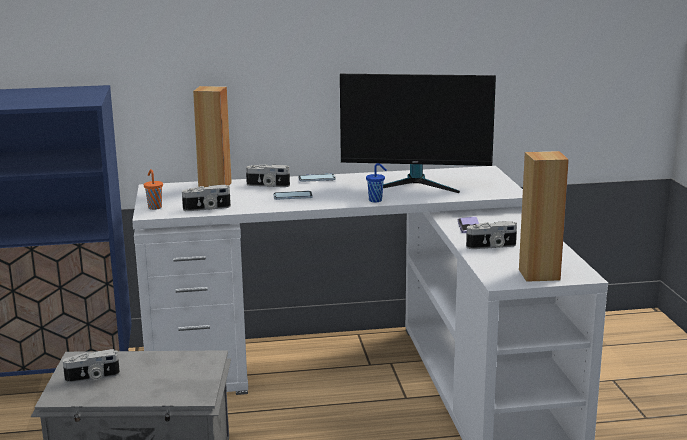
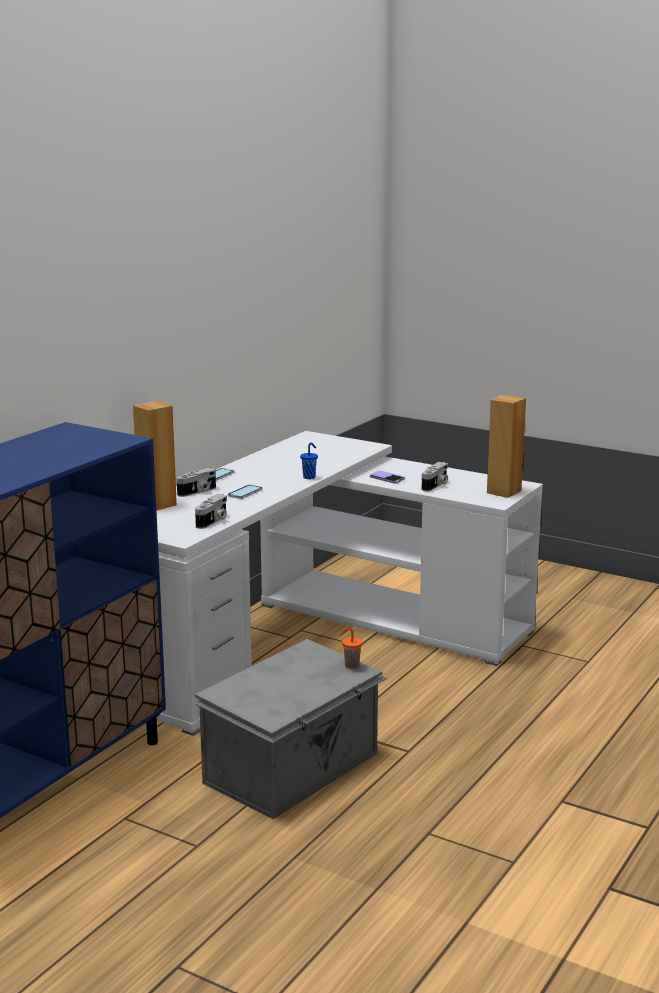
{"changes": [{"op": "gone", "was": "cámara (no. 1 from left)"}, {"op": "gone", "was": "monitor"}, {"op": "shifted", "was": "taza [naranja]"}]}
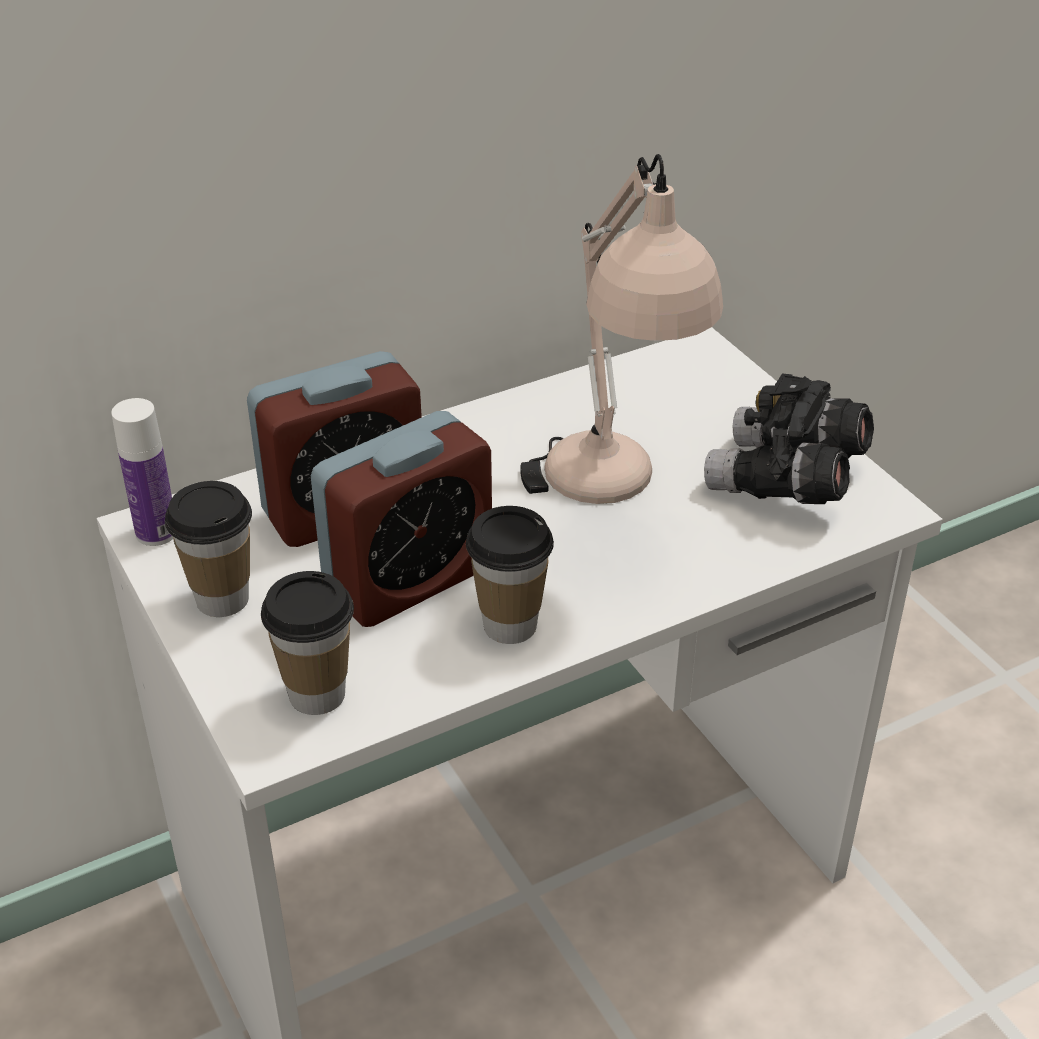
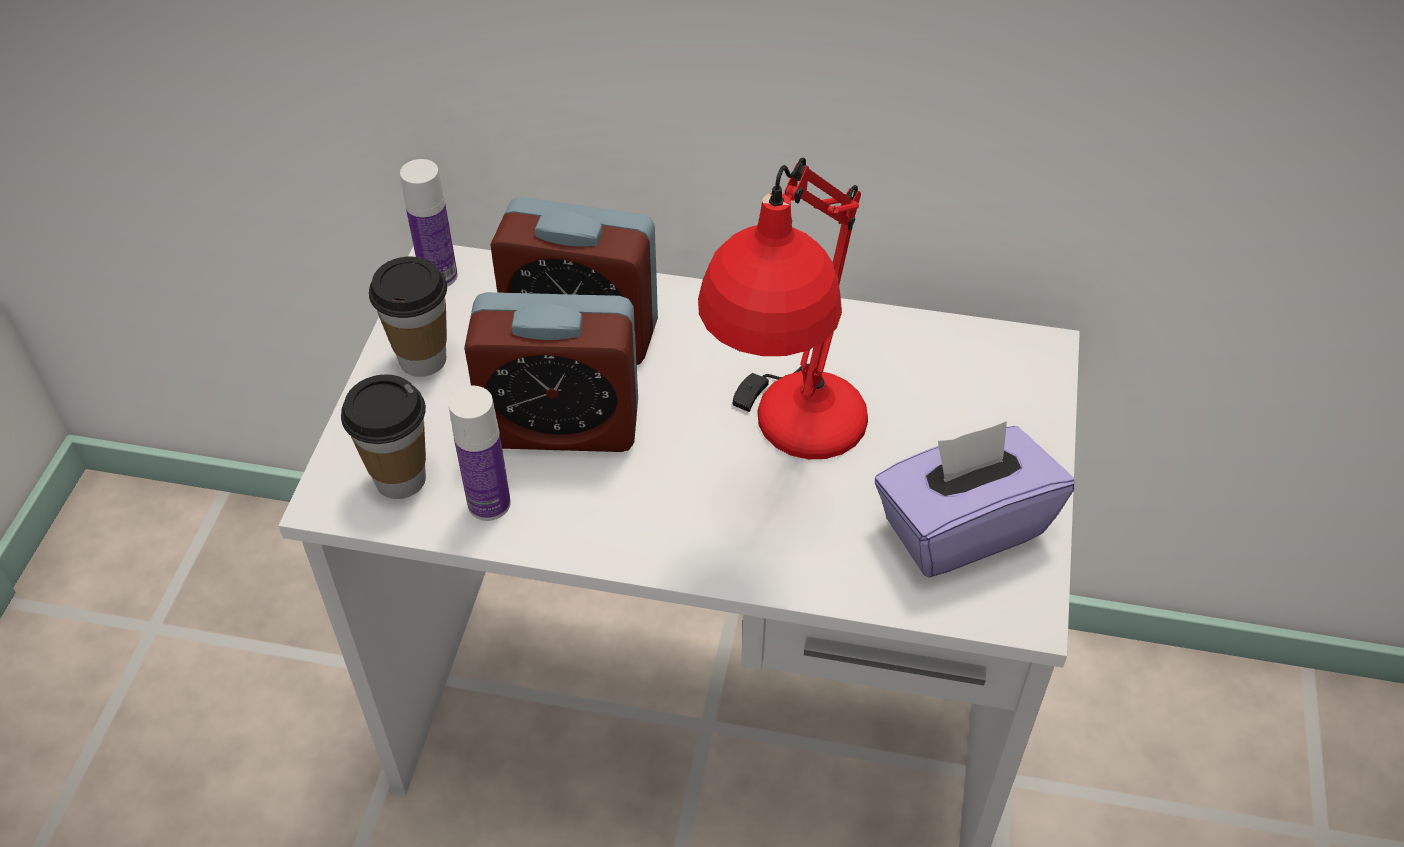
{"changes": [{"op": "gone", "was": "taza (no. 3 from left)"}, {"op": "new", "now": "botella (no. 2 from left)"}, {"op": "swapped", "was": "prismáticos [negro]", "now": "caja de pañuelos [morado]"}, {"op": "repainted", "was": "lámpara de mesa [beis]", "now": "lámpara de mesa [rojo]"}]}
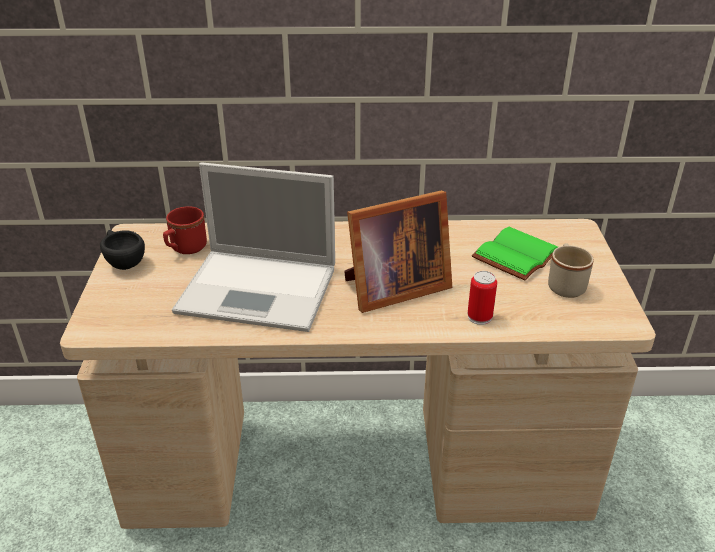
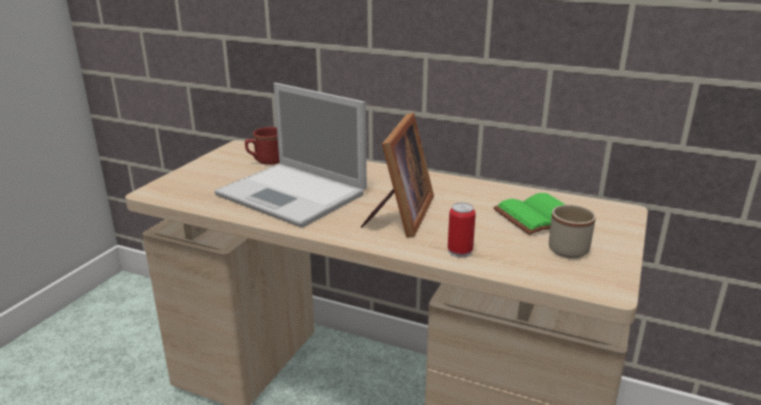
{"changes": [{"op": "gone", "was": "taza [negro]"}, {"op": "rotated", "was": "portarretratos", "clockwise": -75}]}
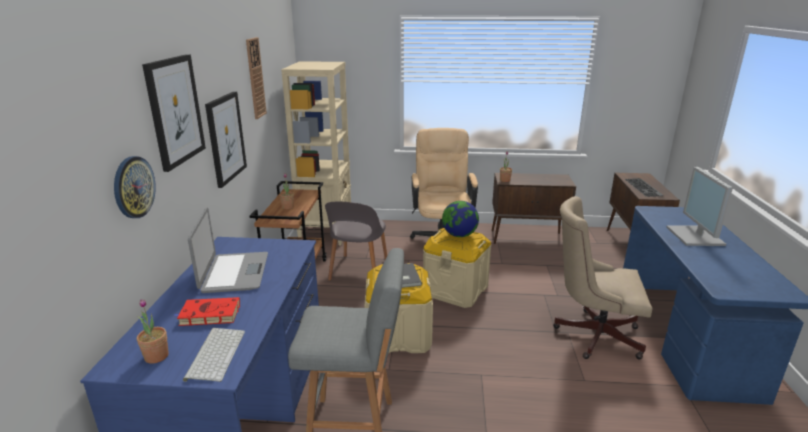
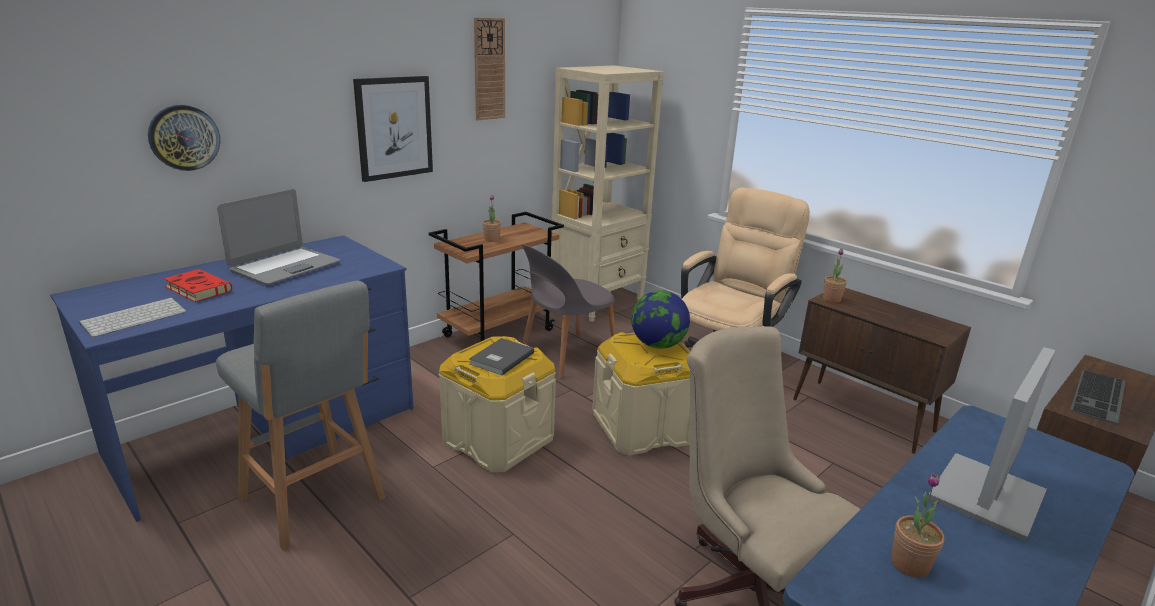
{"changes": [{"op": "gone", "was": "cuadro (no. 1 from left)"}, {"op": "shifted", "was": "planta en maceta (no. 1 from left in the first image)", "now": "planta en maceta (no. 3 from left)"}]}
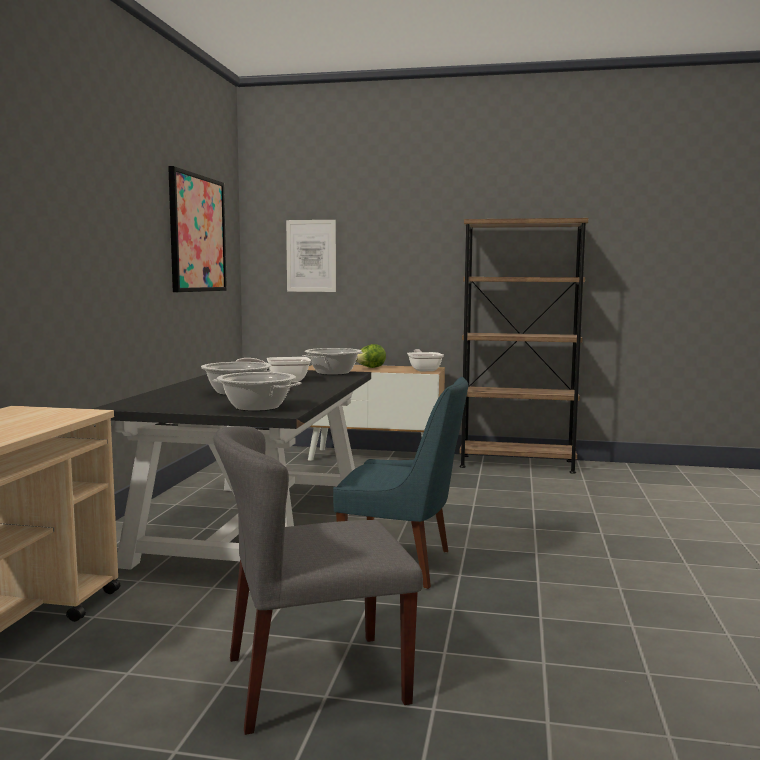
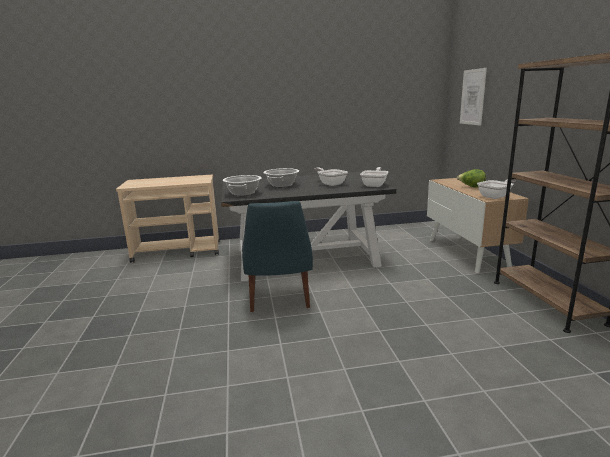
{"changes": [{"op": "gone", "was": "cuadro (no. 1 from left)"}, {"op": "gone", "was": "silla [gris]"}, {"op": "swapped", "was": "olla (no. 3 from left)", "now": "sartén (no. 2 from left)"}]}
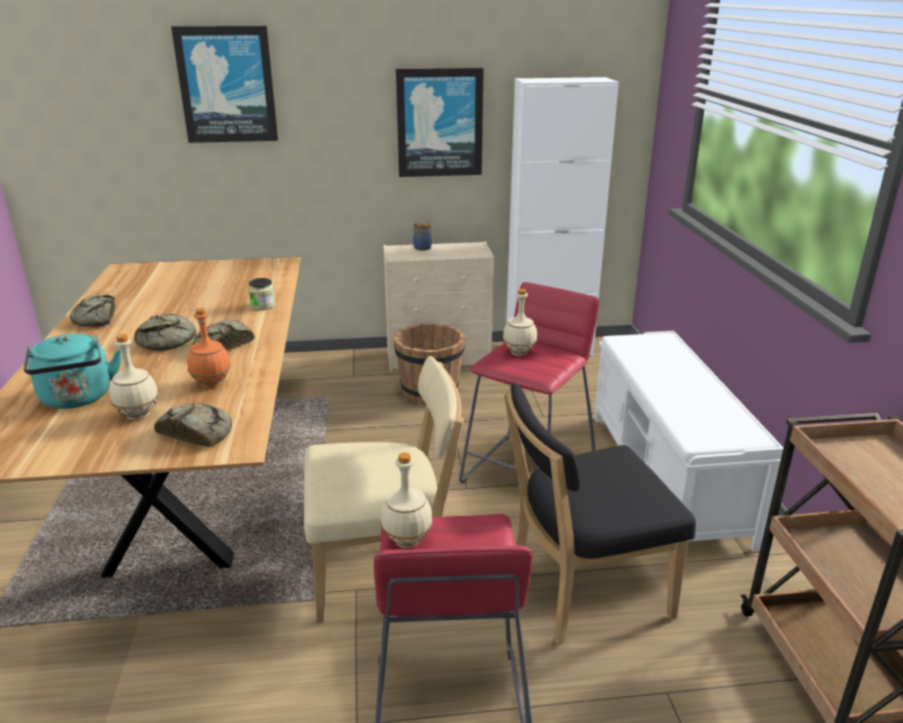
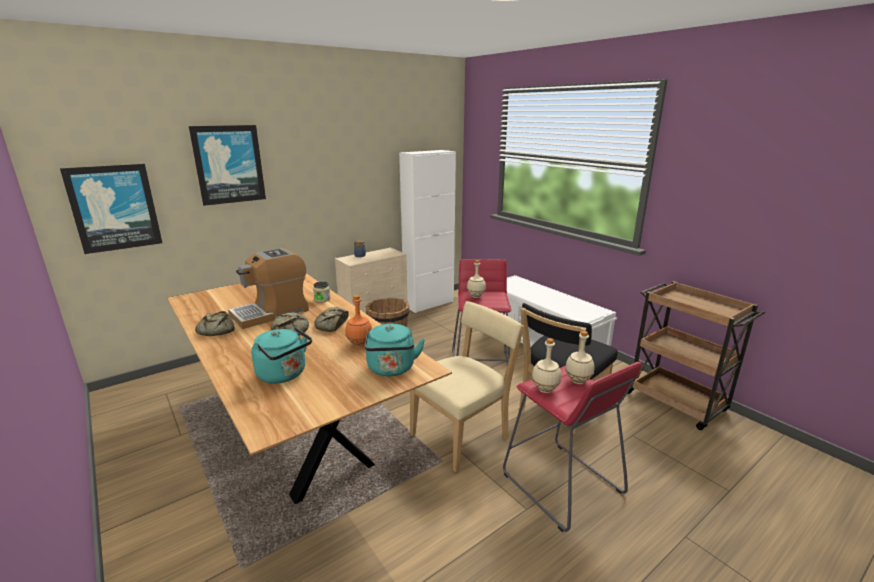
{"changes": [{"op": "new", "now": "cafetera"}, {"op": "shifted", "was": "botella [beis] (no. 1 from left in the first image)", "now": "botella [beis] (no. 3 from left)"}, {"op": "shifted", "was": "cuadro (no. 2 from left in the first image)", "now": "cuadro (no. 1 from left)"}, {"op": "swapped", "was": "pan (no. 3 from left)", "now": "hervidor [turquesa] (no. 2 from left)"}]}
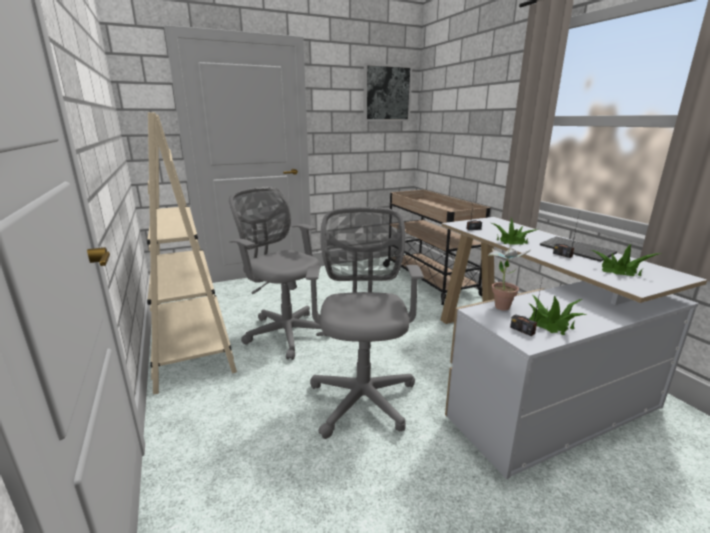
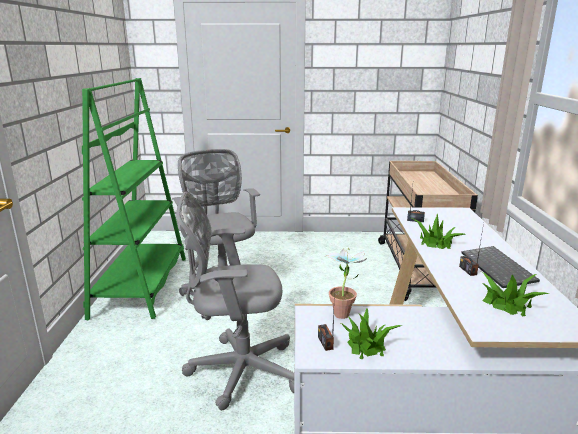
{"changes": [{"op": "gone", "was": "cuadro"}, {"op": "repainted", "was": "estantería [beis]", "now": "estantería [verde]"}, {"op": "rotated", "was": "silla de oficina [gris] (no. 2 from left)", "clockwise": -120}]}
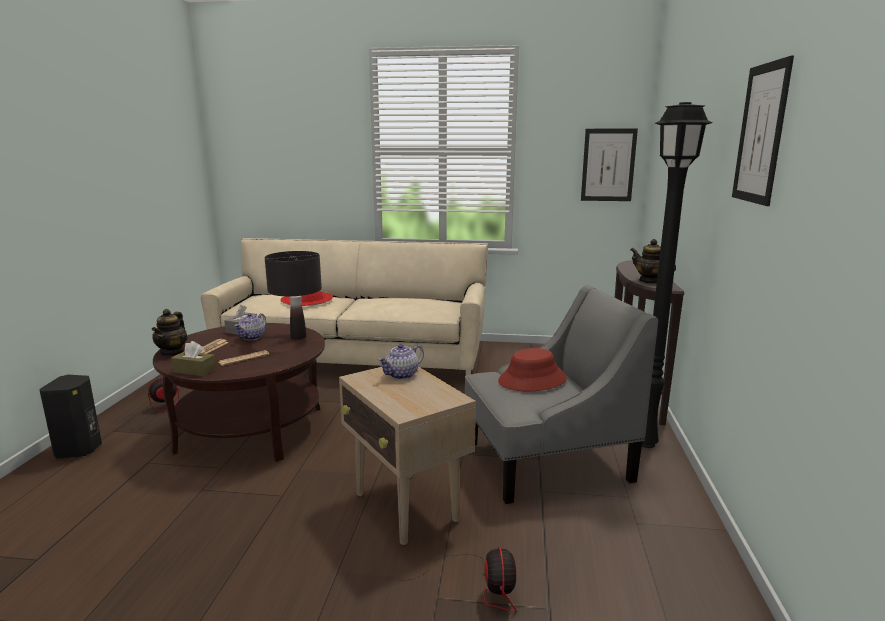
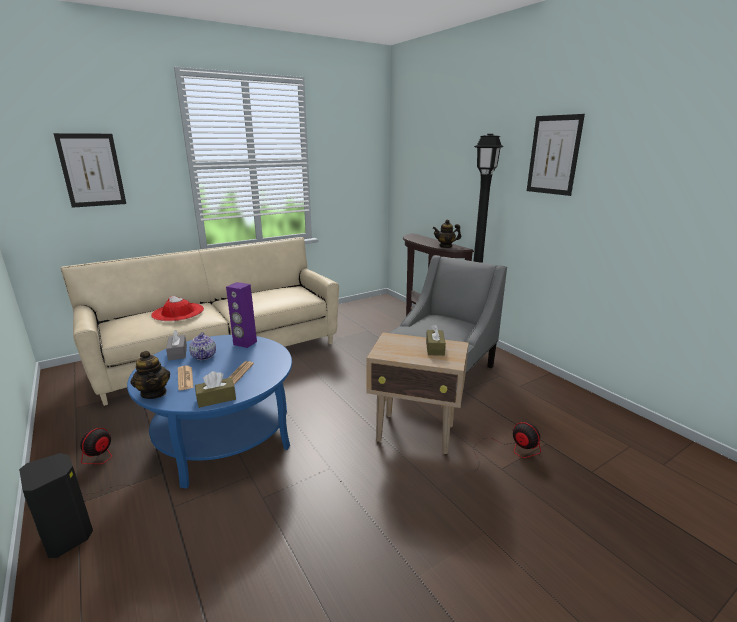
{"changes": [{"op": "gone", "was": "tetera (no. 3 from left)"}, {"op": "gone", "was": "sombrero [rojo] (no. 2 from left)"}, {"op": "new", "now": "caja de pañuelos [marrón] (no. 2 from left)"}, {"op": "shifted", "was": "cuadro (no. 1 from left)"}, {"op": "swapped", "was": "lámpara de mesa [negro]", "now": "altavoz [morado]"}, {"op": "repainted", "was": "mesa de centro [marrón]", "now": "mesa de centro [azul]"}]}
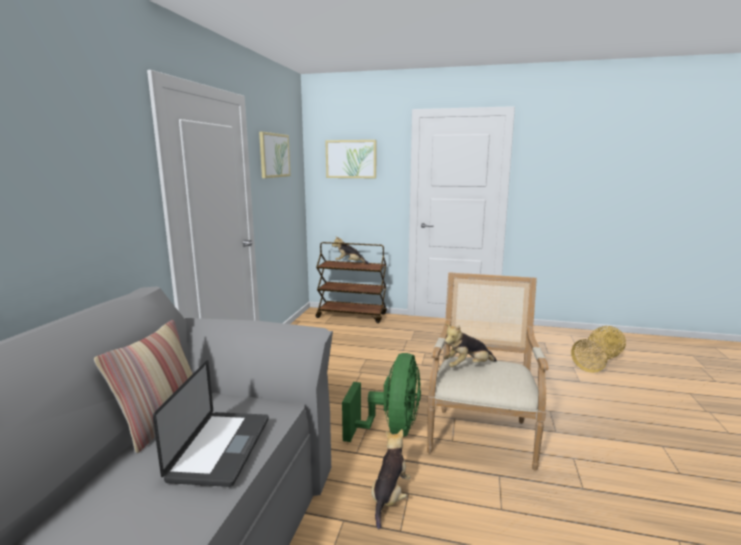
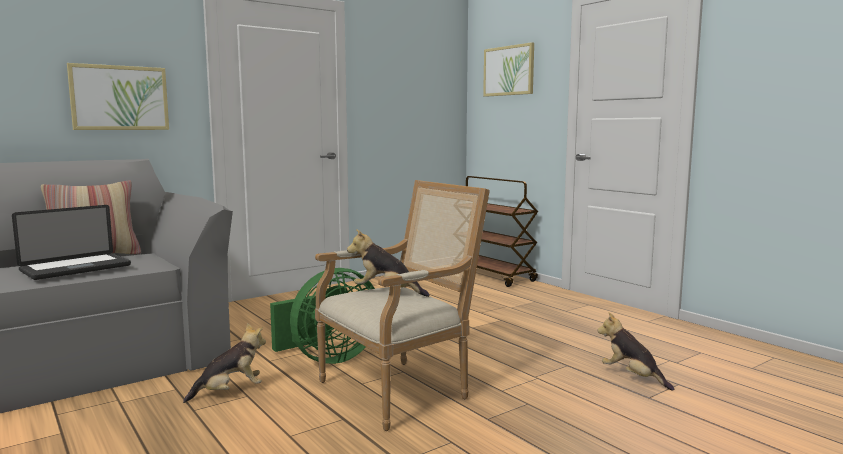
{"changes": [{"op": "gone", "was": "cesta"}, {"op": "shifted", "was": "cuadro (no. 1 from left)"}, {"op": "shifted", "was": "peluche (no. 1 from left in the first image)", "now": "peluche (no. 3 from left)"}]}
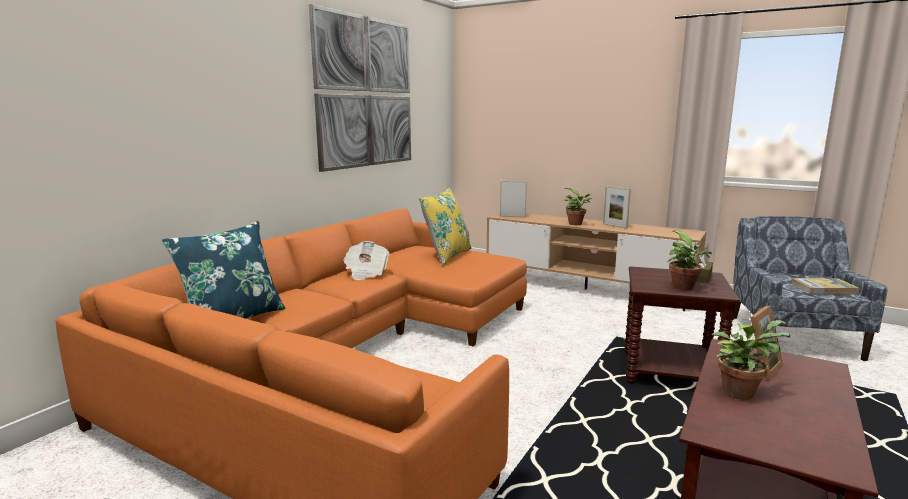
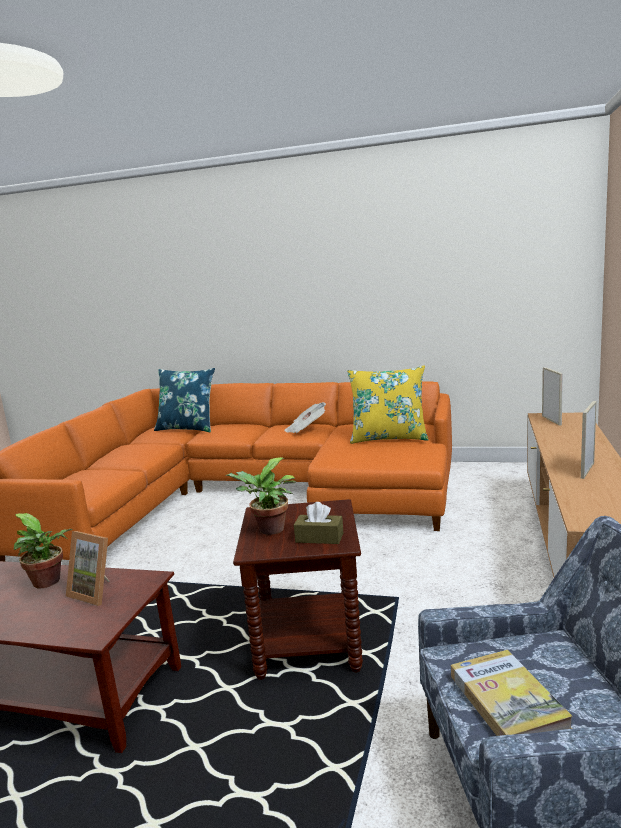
{"changes": [{"op": "gone", "was": "cuadro"}, {"op": "gone", "was": "planta en maceta (no. 1 from left)"}]}
